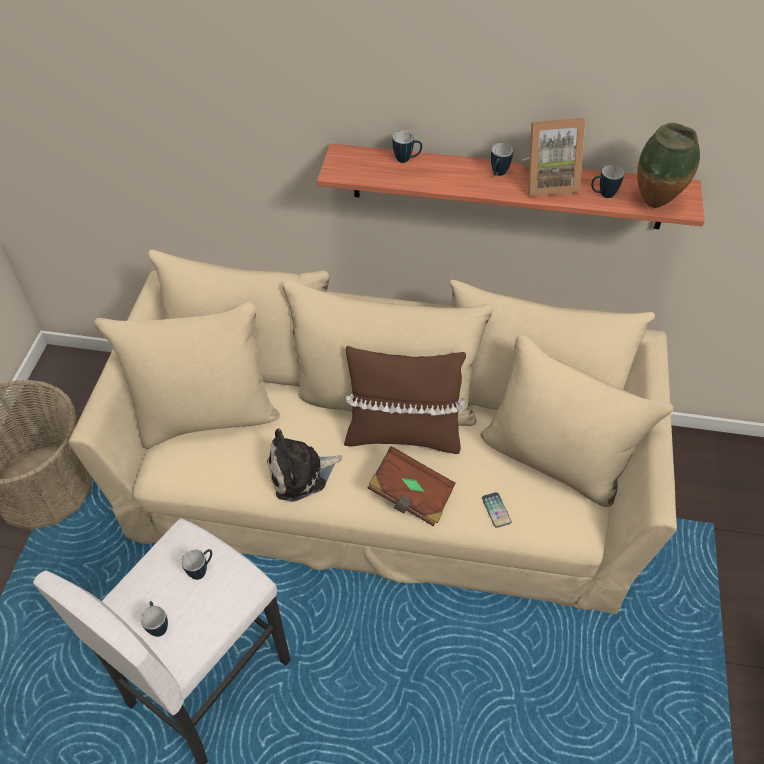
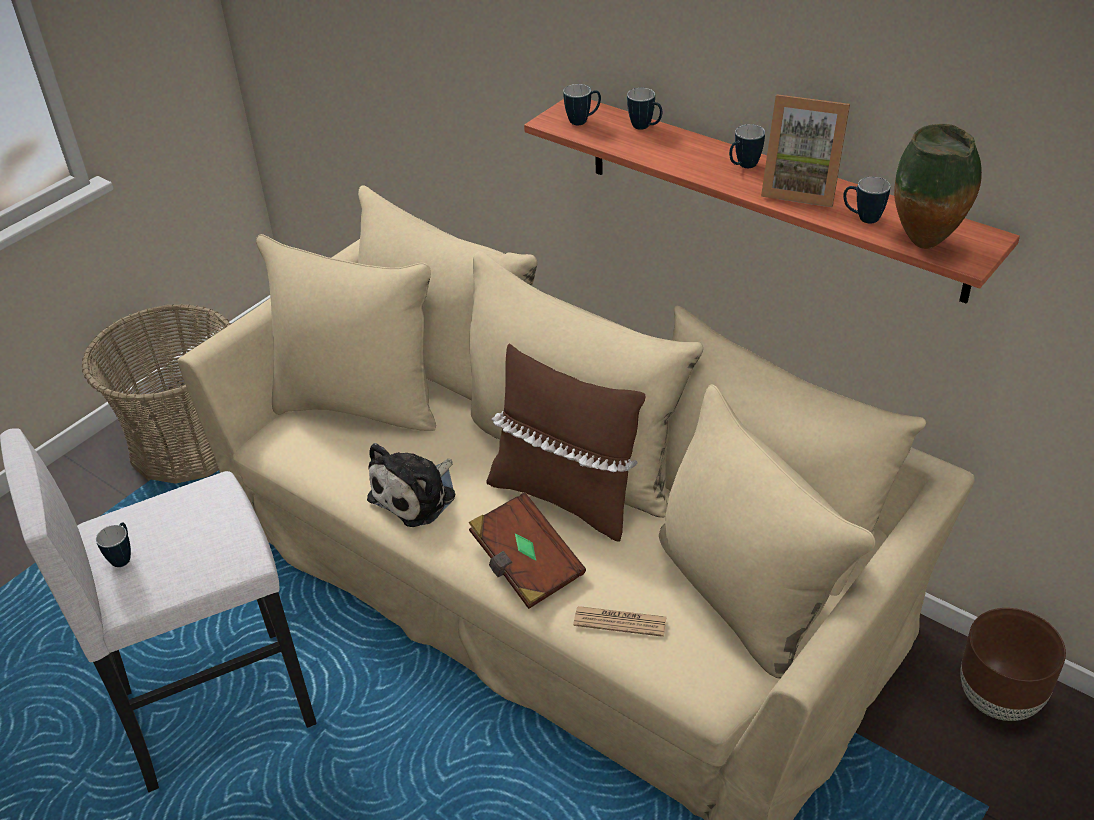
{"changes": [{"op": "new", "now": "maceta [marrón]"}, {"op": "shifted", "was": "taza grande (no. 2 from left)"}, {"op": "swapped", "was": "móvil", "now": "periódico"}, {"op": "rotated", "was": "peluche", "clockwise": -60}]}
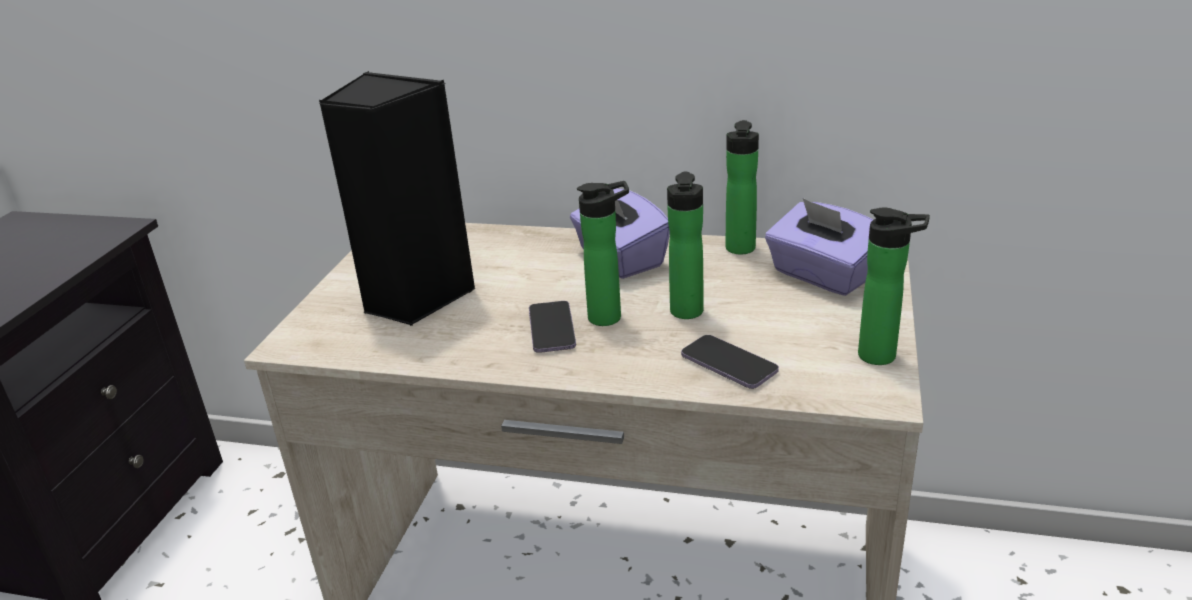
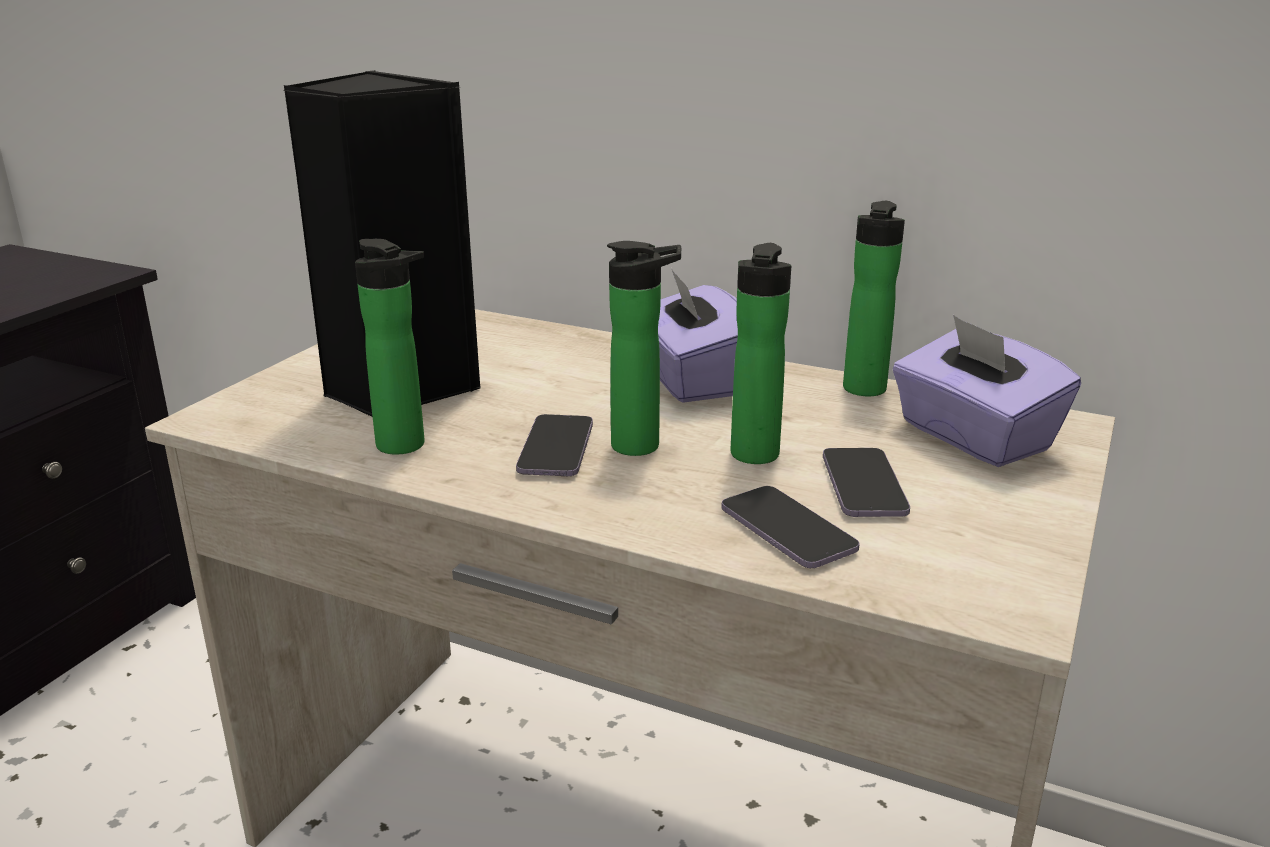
{"changes": [{"op": "new", "now": "móvil (no. 3 from left)"}, {"op": "shifted", "was": "botella (no. 4 from left in the first image)", "now": "botella (no. 1 from left)"}]}
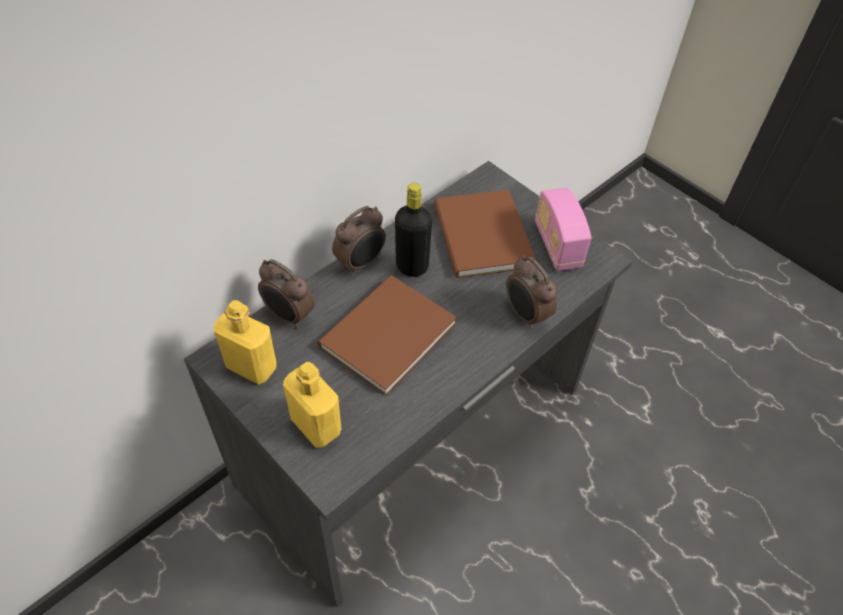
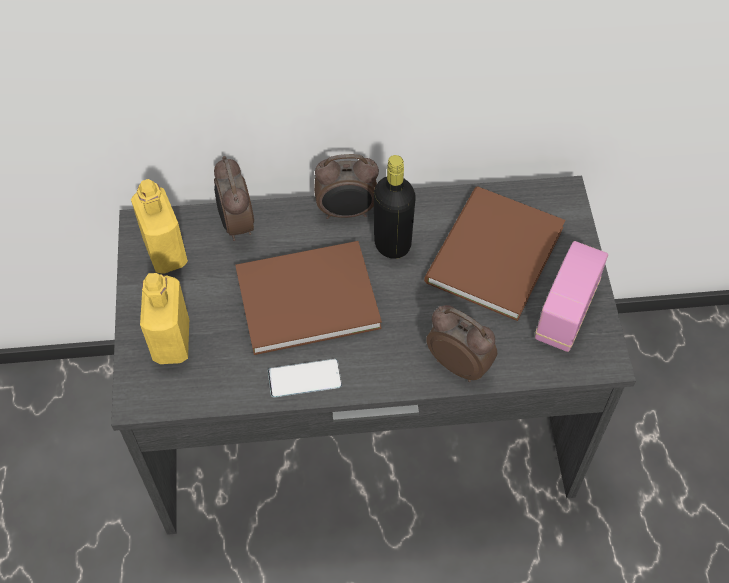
{"changes": [{"op": "new", "now": "móvil"}, {"op": "rotated", "was": "despertador (no. 3 from left)", "clockwise": 120}]}
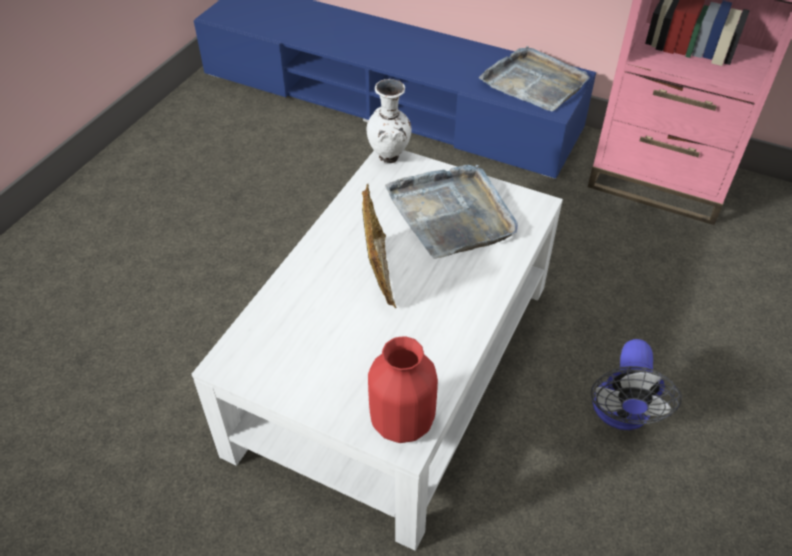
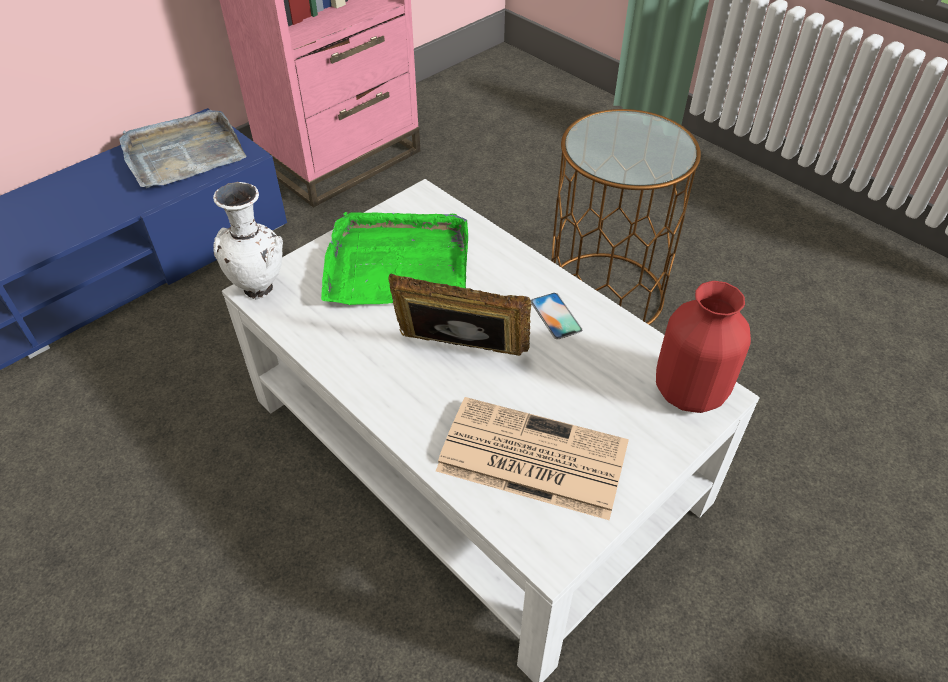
{"changes": [{"op": "new", "now": "periódico"}, {"op": "new", "now": "móvil"}, {"op": "swapped", "was": "ventilador", "now": "mesa auxiliar [marrón]"}, {"op": "repainted", "was": "bandeja [gris] (no. 1 from left)", "now": "bandeja [verde]"}]}
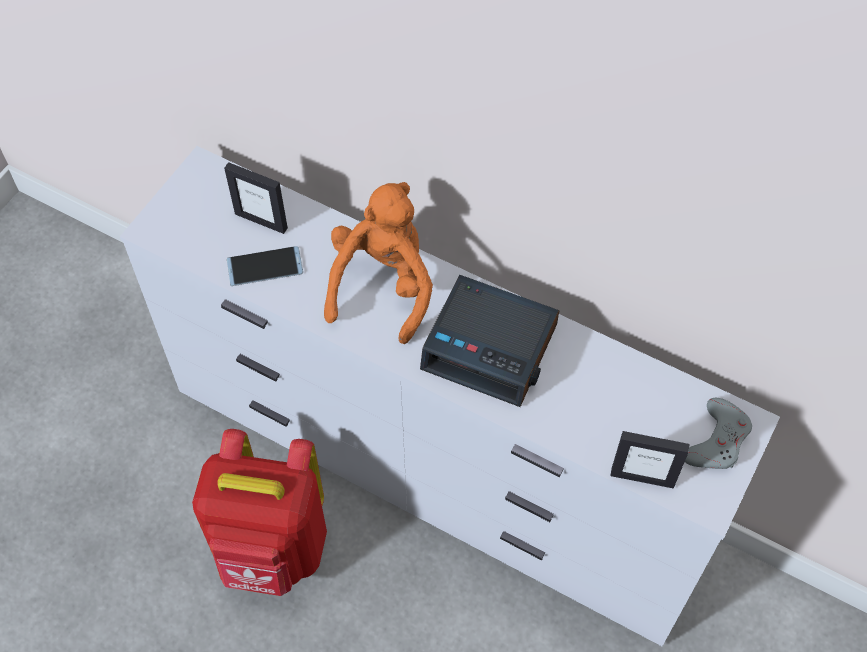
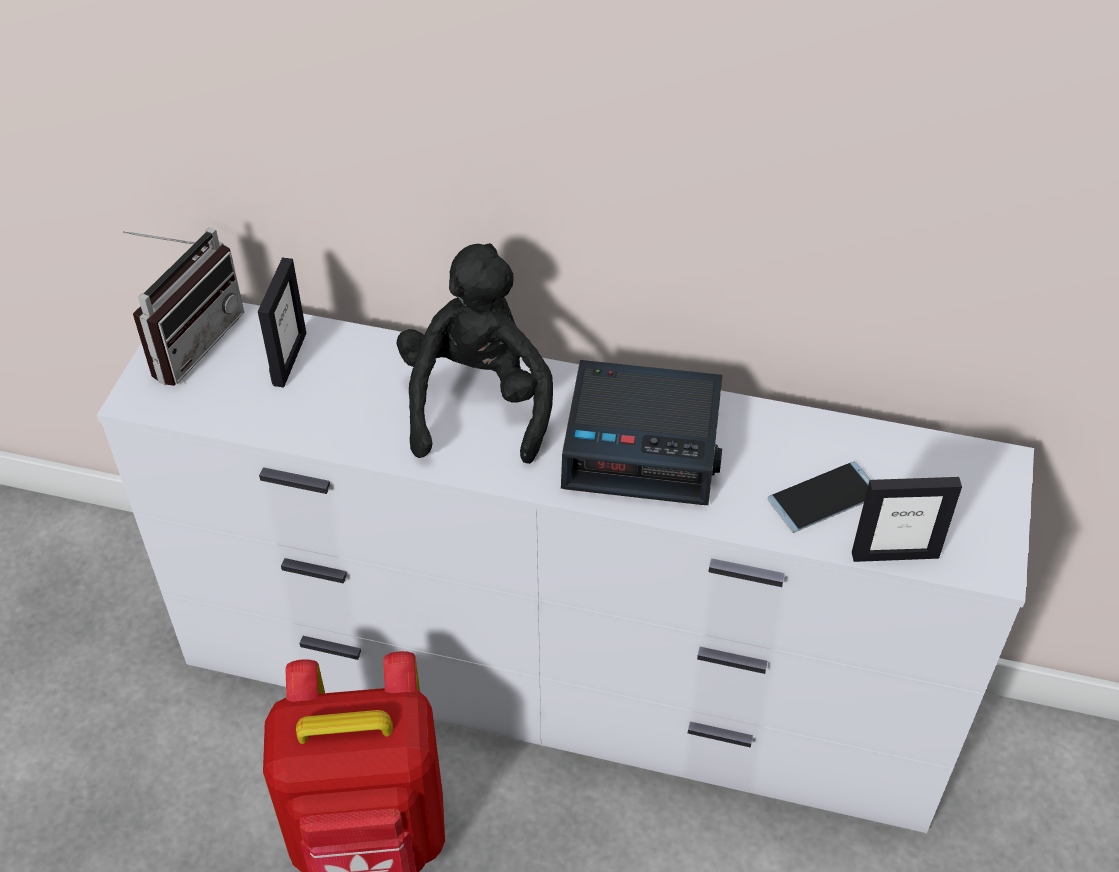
{"changes": [{"op": "gone", "was": "mando de consola [gris]"}, {"op": "new", "now": "radio"}, {"op": "shifted", "was": "móvil"}, {"op": "repainted", "was": "peluche [naranja]", "now": "peluche [negro]"}, {"op": "rotated", "was": "portarretratos (no. 1 from left)", "clockwise": -90}]}
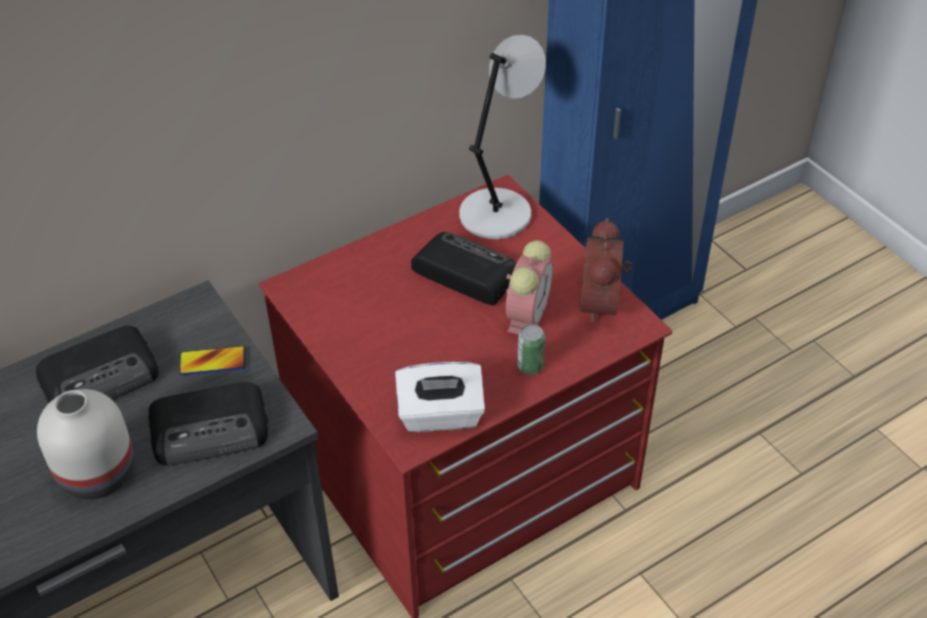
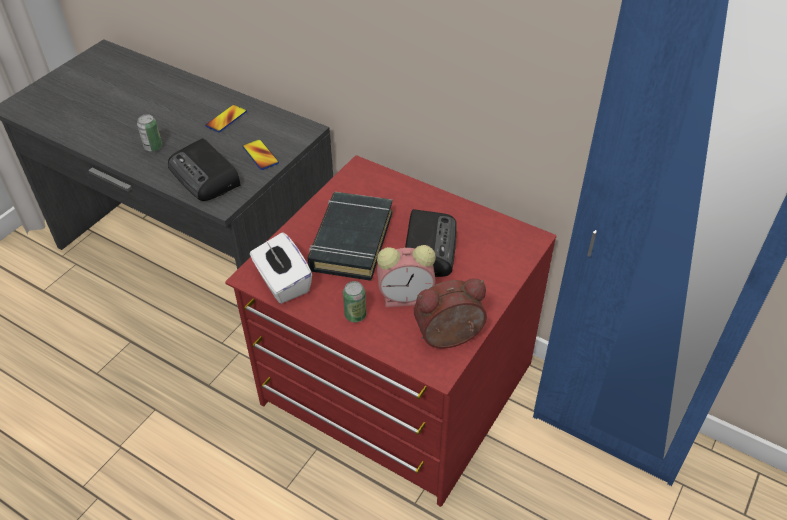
{"changes": [{"op": "gone", "was": "lámpara de mesa [gris]"}, {"op": "new", "now": "libro [negro]"}, {"op": "swapped", "was": "radio (no. 1 from left)", "now": "móvil (no. 1 from left)"}, {"op": "swapped", "was": "florero [blanco]", "now": "lata (no. 1 from left)"}]}
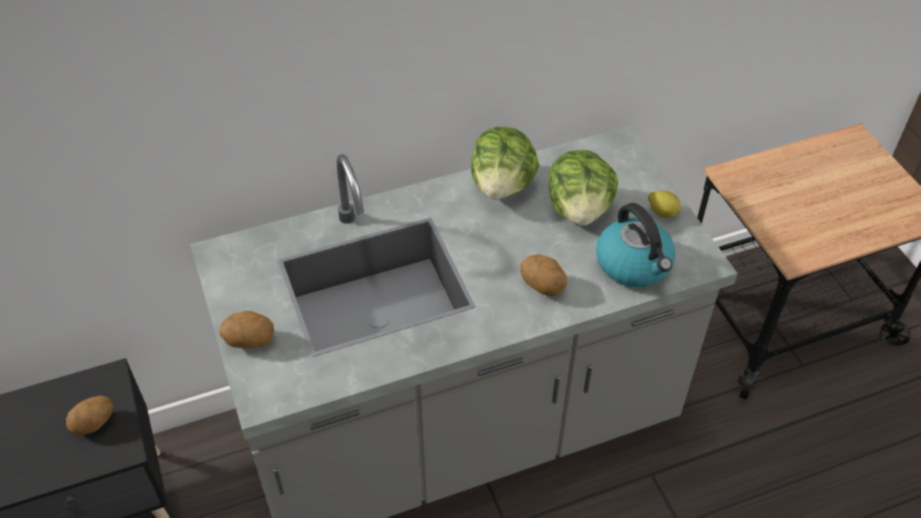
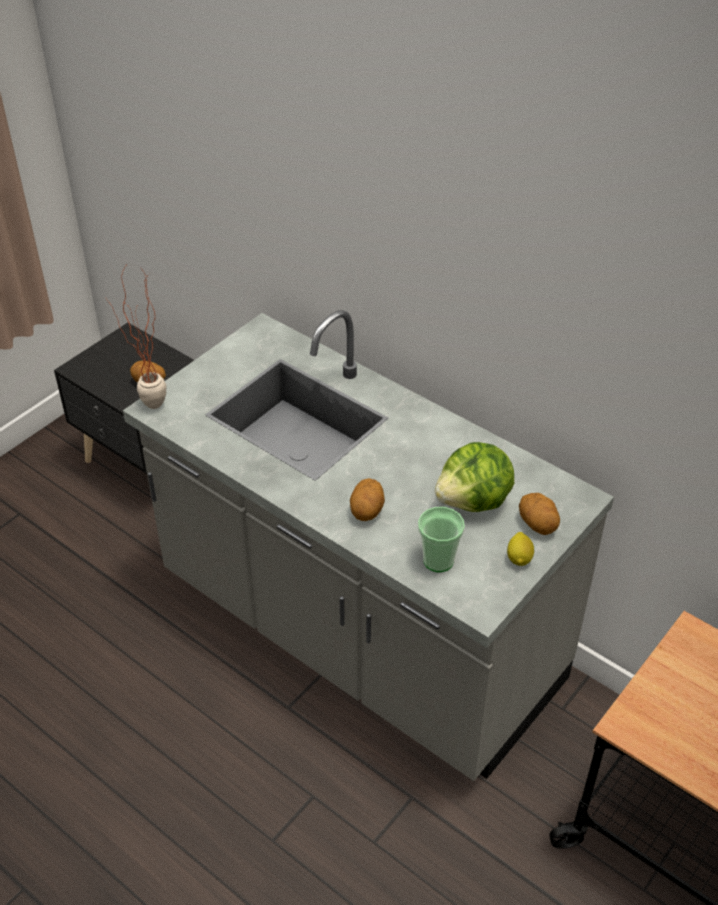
{"changes": [{"op": "gone", "was": "lechuga (no. 1 from left)"}, {"op": "new", "now": "planta en maceta"}, {"op": "shifted", "was": "patata (no. 2 from left in the first image)", "now": "patata (no. 3 from left)"}, {"op": "swapped", "was": "hervidor", "now": "taza"}]}
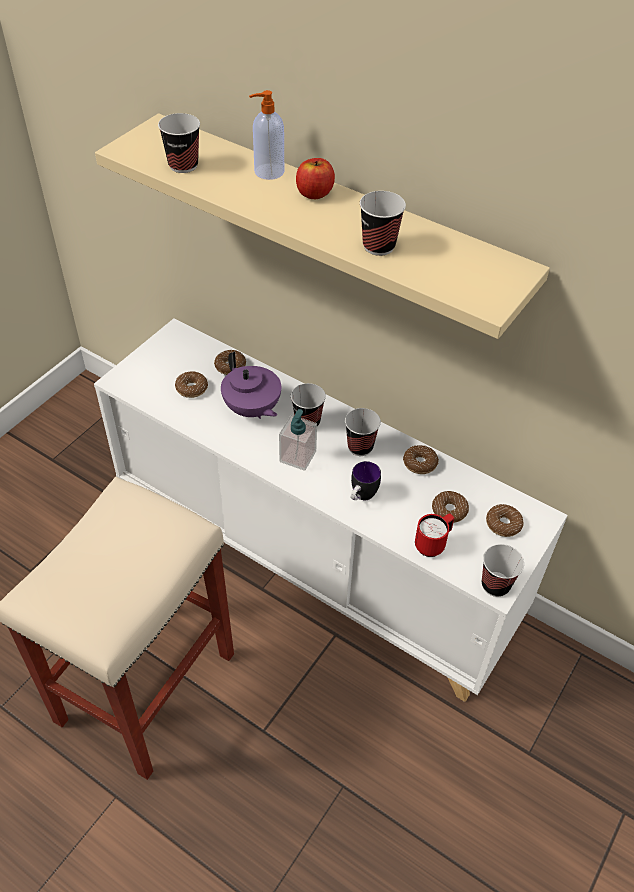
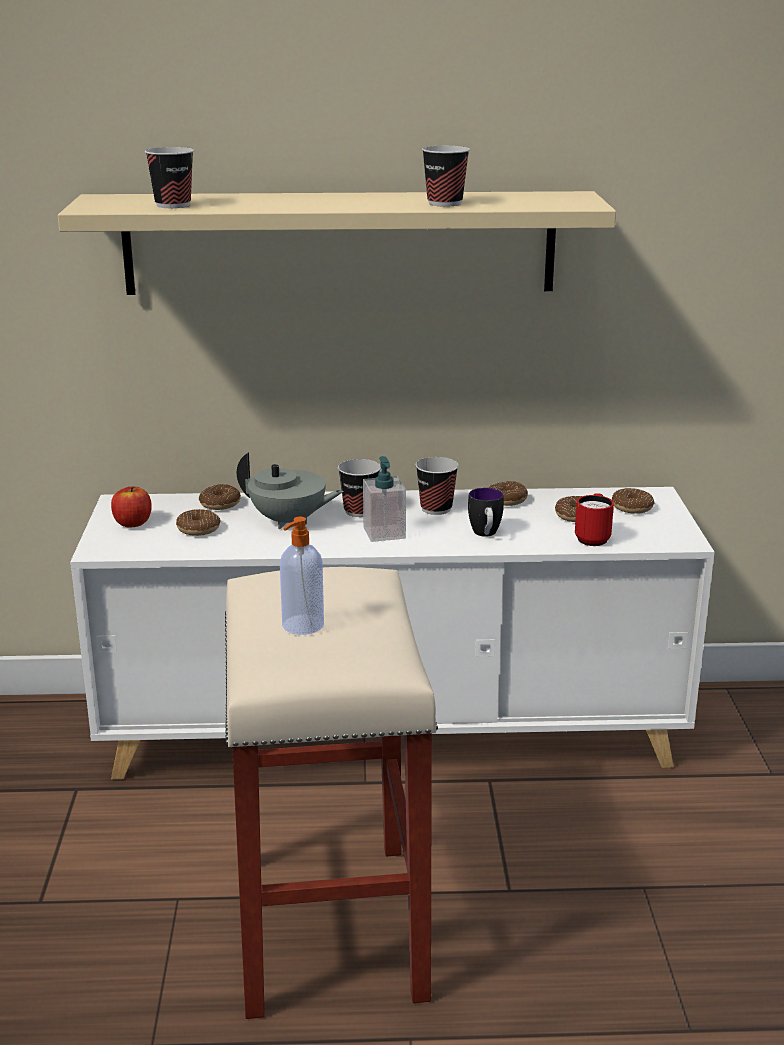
{"changes": [{"op": "gone", "was": "taza (no. 5 from left)"}, {"op": "shifted", "was": "dispensador de jabón (no. 1 from left)"}, {"op": "shifted", "was": "manzana"}, {"op": "repainted", "was": "tetera [morado]", "now": "tetera [gris]"}]}
